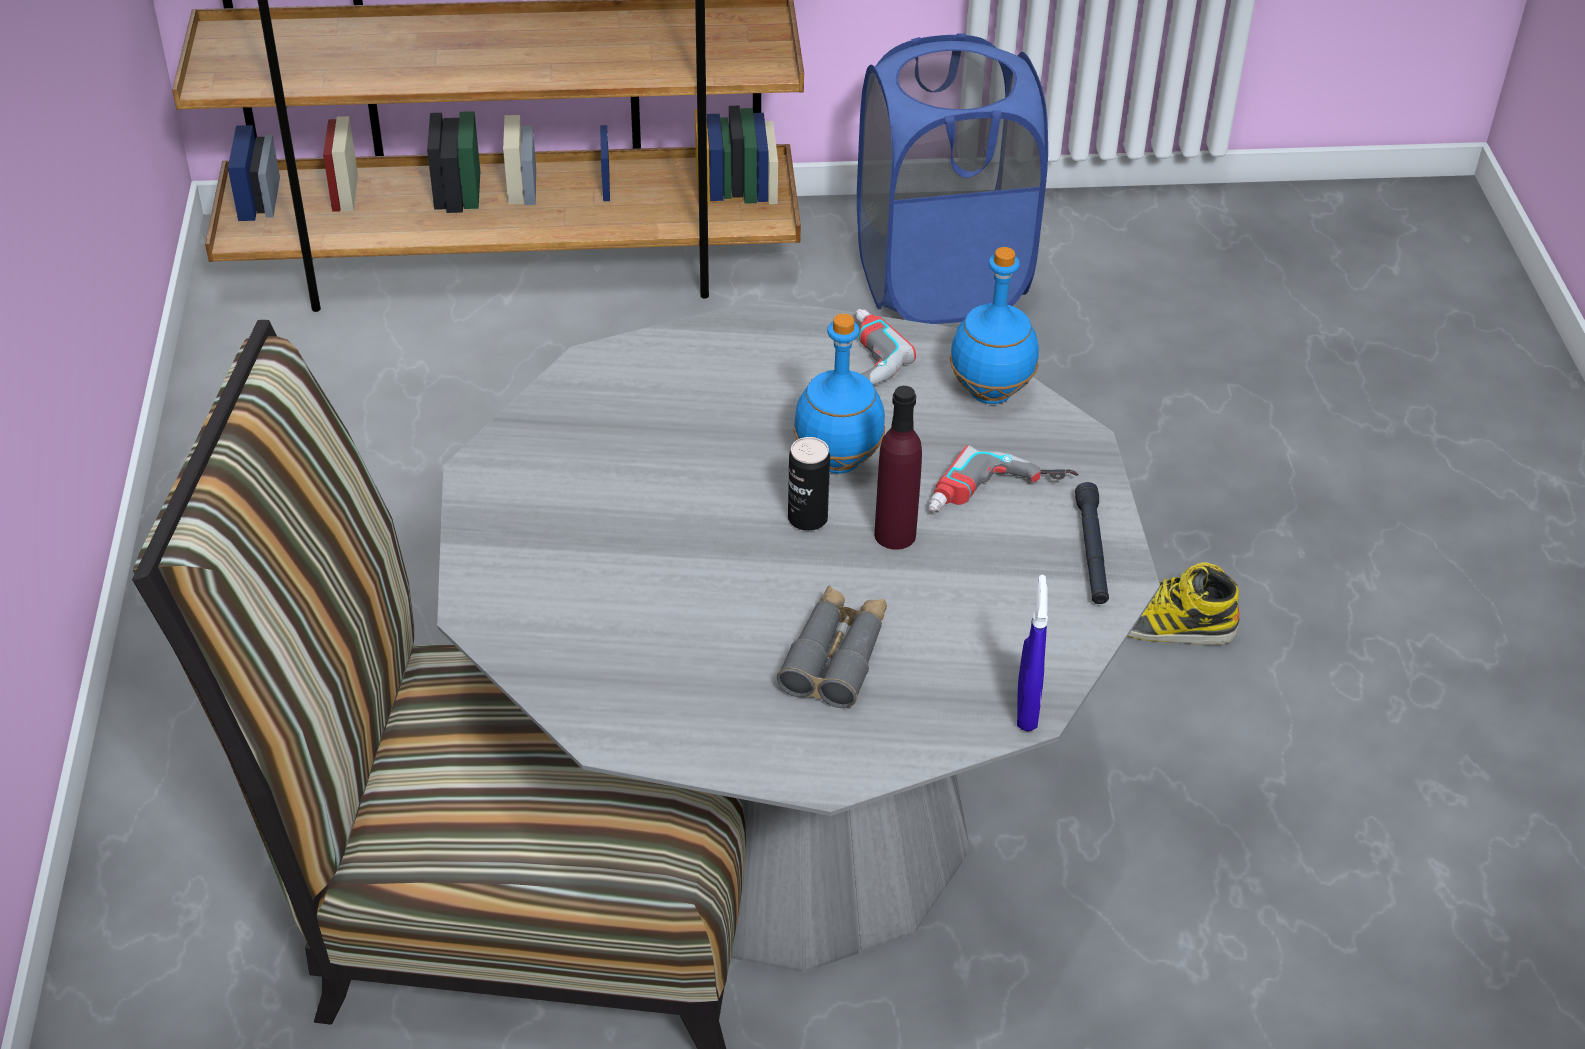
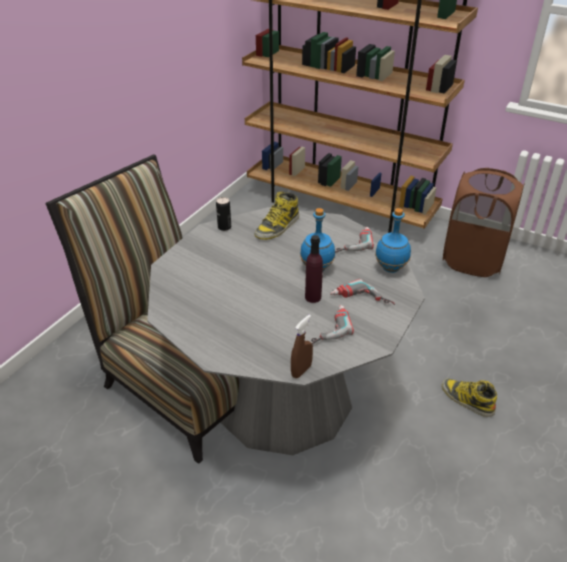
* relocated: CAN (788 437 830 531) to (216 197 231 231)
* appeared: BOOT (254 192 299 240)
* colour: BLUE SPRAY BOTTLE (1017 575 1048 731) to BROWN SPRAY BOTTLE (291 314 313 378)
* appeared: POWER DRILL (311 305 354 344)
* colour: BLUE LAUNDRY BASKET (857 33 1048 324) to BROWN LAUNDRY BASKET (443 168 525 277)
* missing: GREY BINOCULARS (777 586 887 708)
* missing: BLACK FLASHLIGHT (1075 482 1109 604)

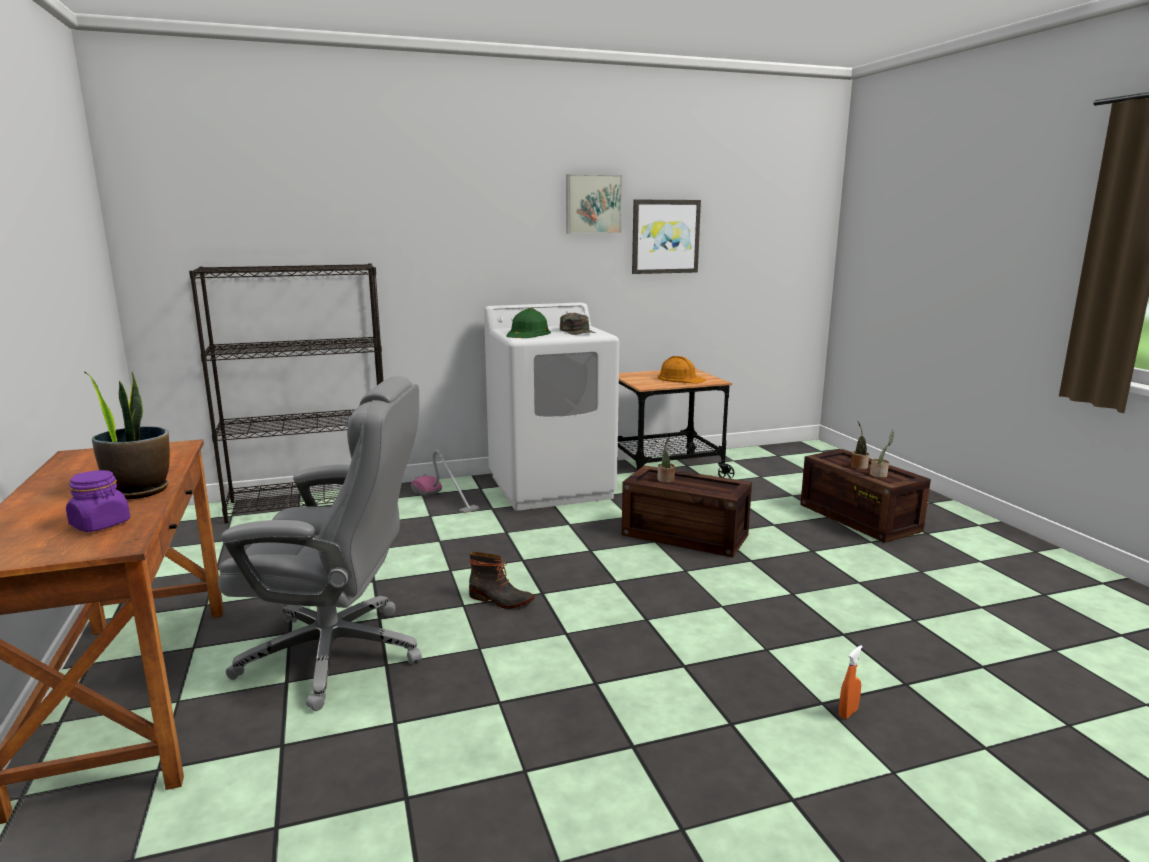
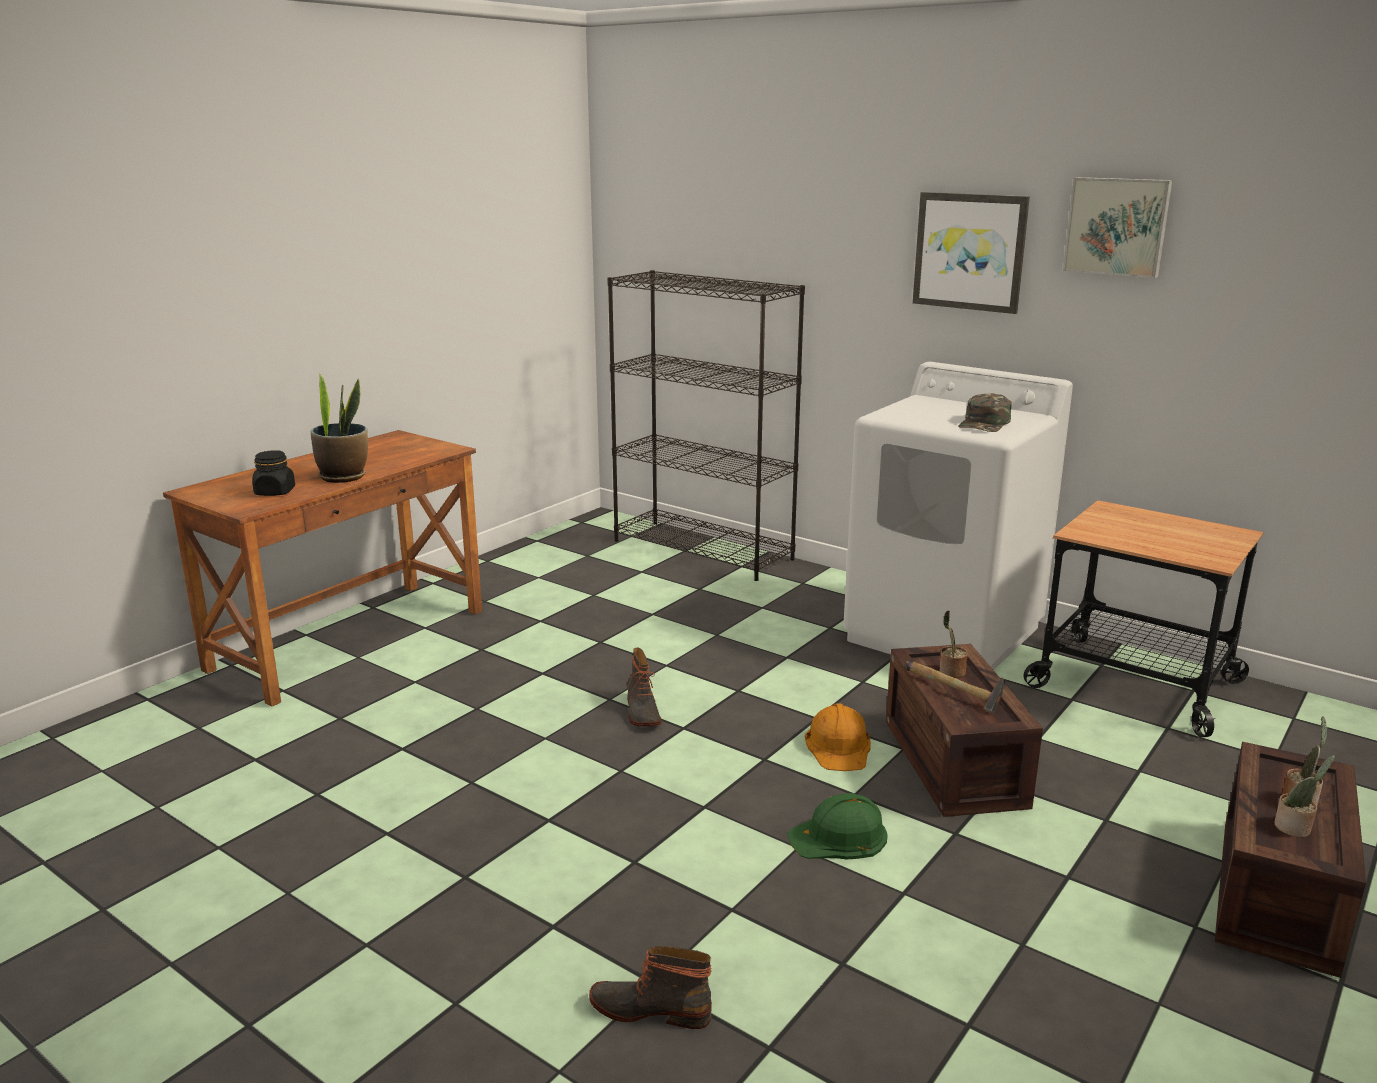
* colour: PURPLE JAR (66 470 130 532) to BLACK JAR (252 450 295 496)
* exchanged: ORANGE SPRAY BOTTLE (839 645 863 719) to BOOT (589 946 712 1029)
* relocated: GREEN HARD HAT (506 308 551 338) to (787 793 888 860)
* relocated: ORANGE HARD HAT (658 356 706 383) to (805 703 871 771)
* appeared: HAMMER (904 659 1005 713)
* relocated: PICTURE (632 200 701 274) to (913 192 1030 314)
* missing: GREY OFFICE CHAIR (218 376 422 711)
* missing: VACUUM CLEANER (411 450 479 513)

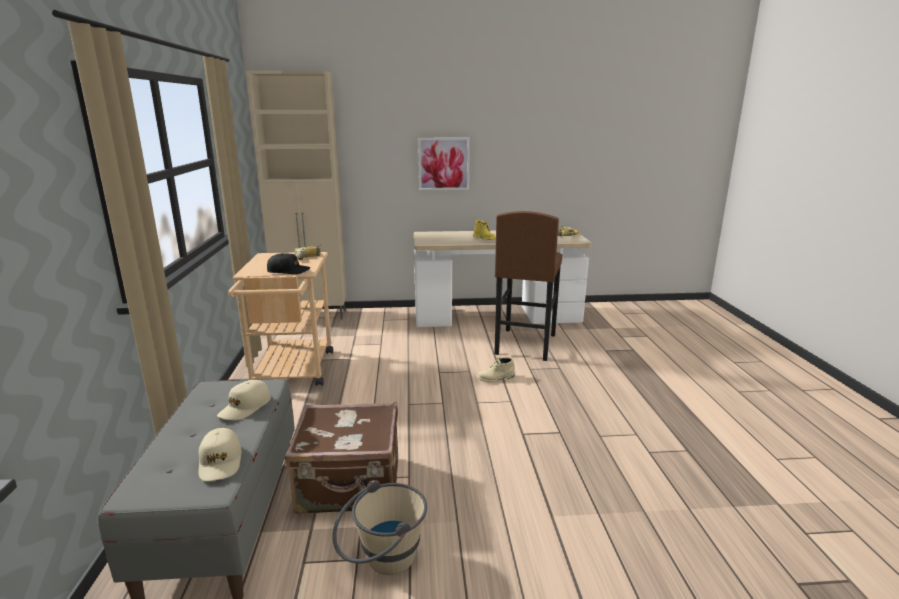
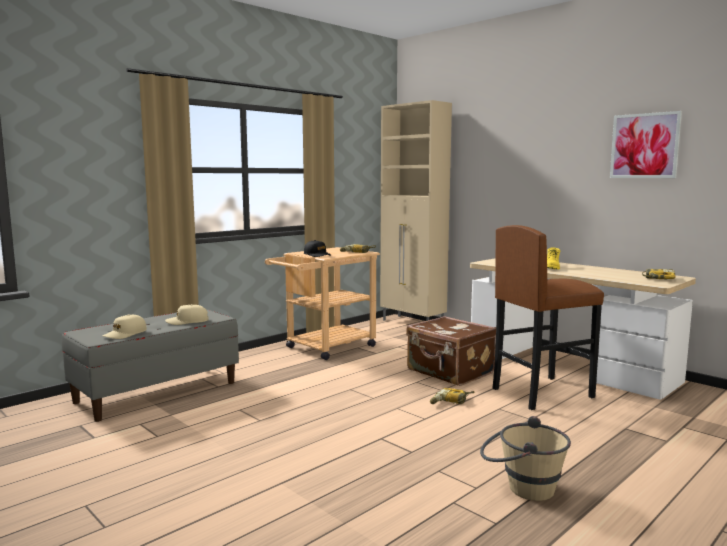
* relocated: BROWN SUITCASE (285 402 398 514) to (406 316 496 386)
* exchanged: BEIGE BOOT (477 357 515 383) to POWER DRILL (430 388 474 404)
* relocated: BEIGE BUCKET (333 480 427 575) to (480 416 571 501)
* relocated: PICTURE (418 138 470 190) to (610 111 682 178)

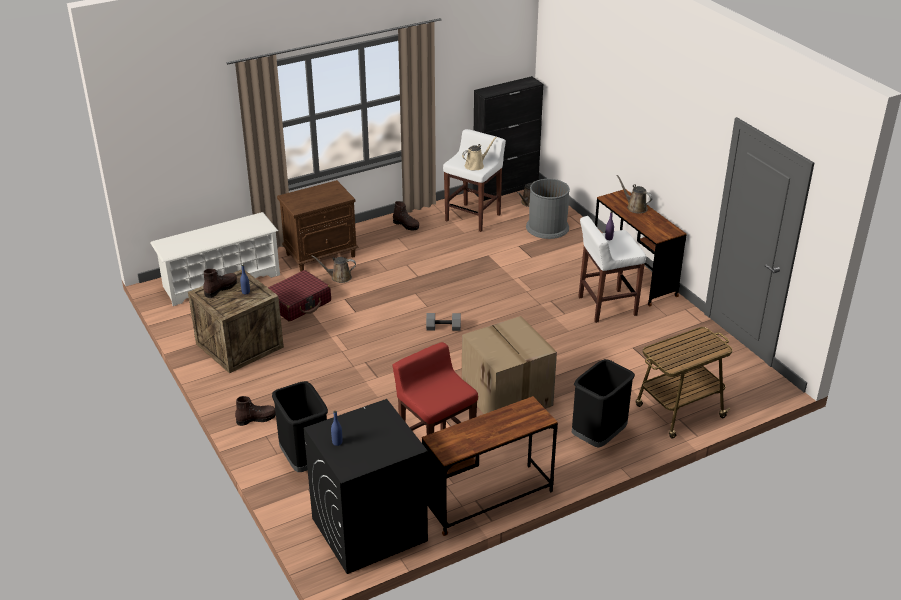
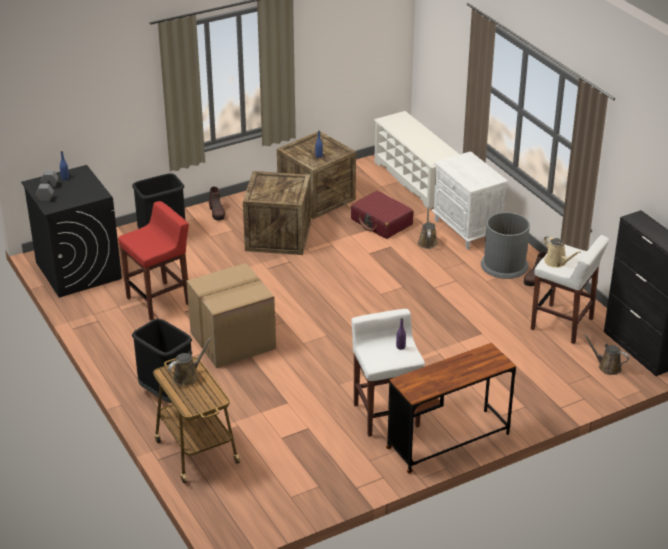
* relocated: GREY DUMBBELL (426 313 461 331) to (35 170 59 202)
* relocated: BROWN WATERING CAN (617 175 652 213) to (168 337 212 386)
* appeared: CRATE (243 171 311 255)
* colour: BROWN NIGHTSTAND (277 180 359 272) to WHITE NIGHTSTAND (432 151 508 249)
* relocated: GREY TRASH CAN (526 179 570 239) to (481 212 530 279)
* missing: BROWN BOOT (203 269 237 298)
* missing: BROWN DESK (422 396 558 536)

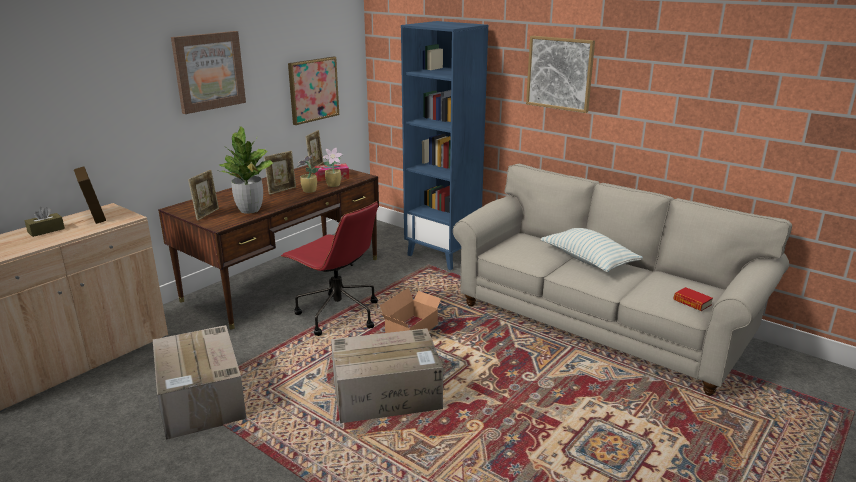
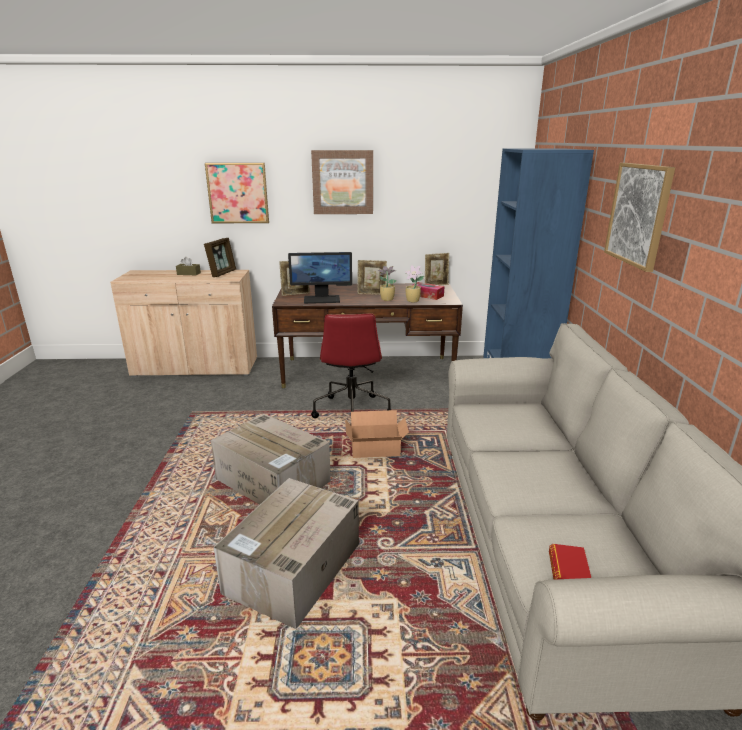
* relocated: PICTURE (288 57 339 125) to (205 163 269 223)
* relocated: CARDBOARD BOX (153 325 247 440) to (214 478 359 629)
* exchanged: POTTED PLANT (218 126 273 214) to MONITOR (288 252 352 304)
* missing: PILLOW (541 228 643 272)

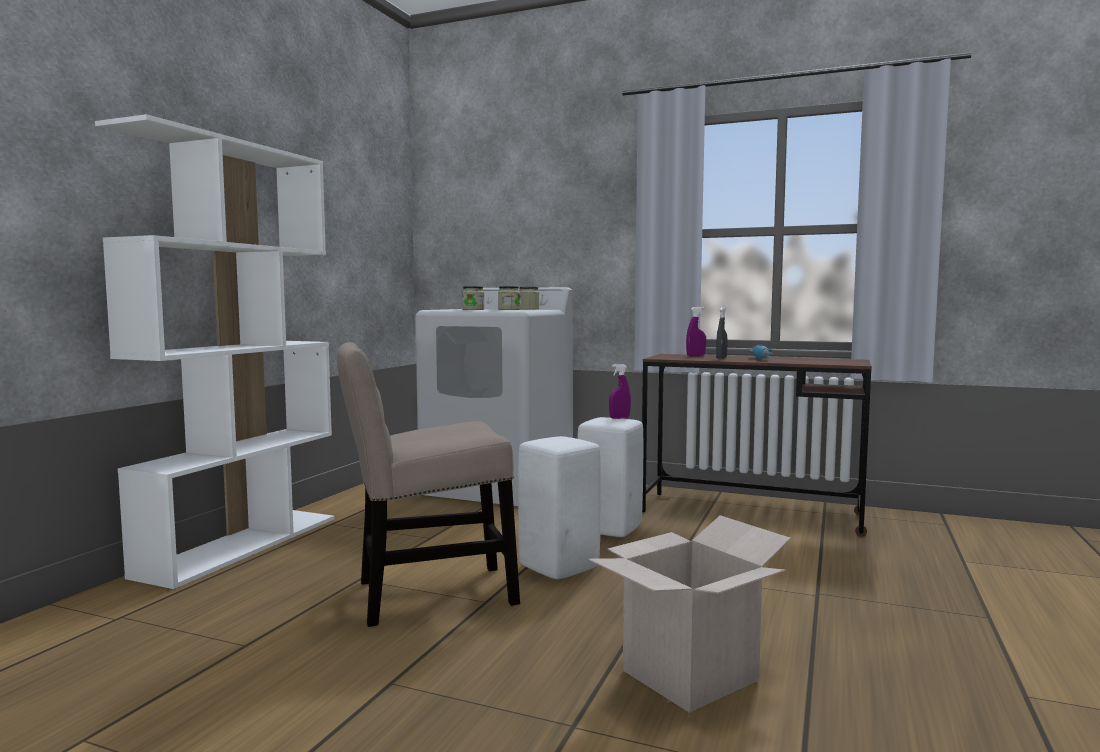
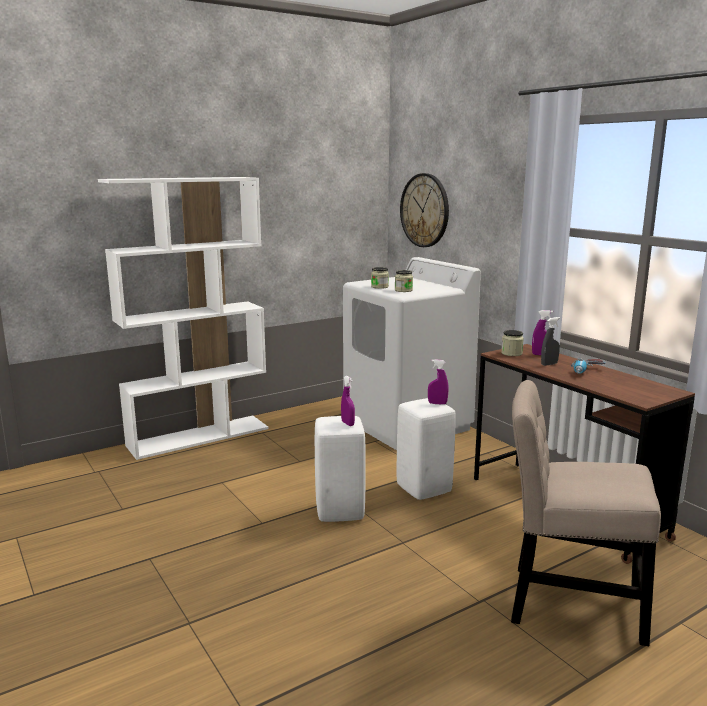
* appeared: PURPLE SPRAY BOTTLE (341 376 355 426)
* appeared: WALL CLOCK (400 173 449 247)
* relocated: JAR (519 287 539 310) to (501 330 524 356)
* relocated: BEIGE CHAIR (337 342 520 627) to (511 380 661 646)
* missing: CARDBOARD BOX (588 515 791 713)

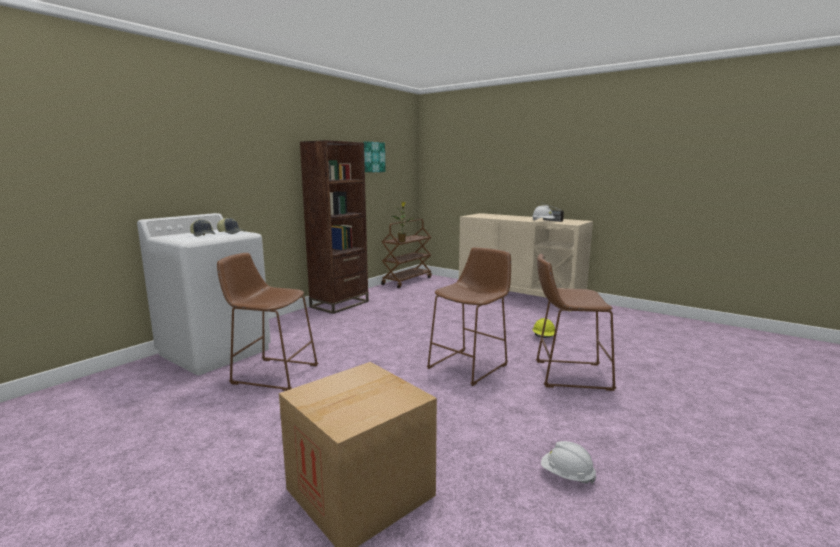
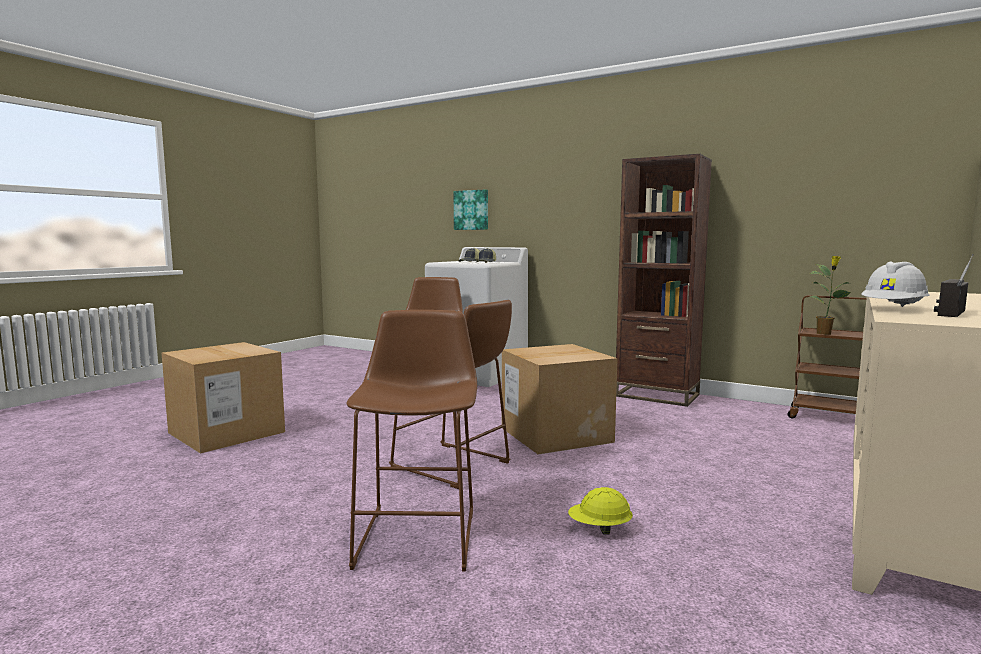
* relocated: PICTURE (363 141 385 172) to (454 189 488 230)
* appeared: CARDBOARD BOX (502 344 618 455)
* missing: WHITE HARD HAT (541 441 596 484)

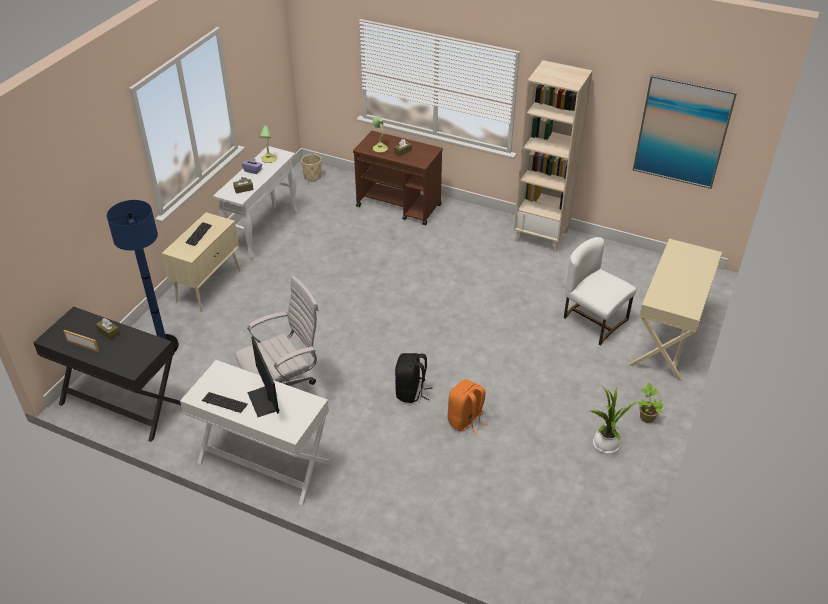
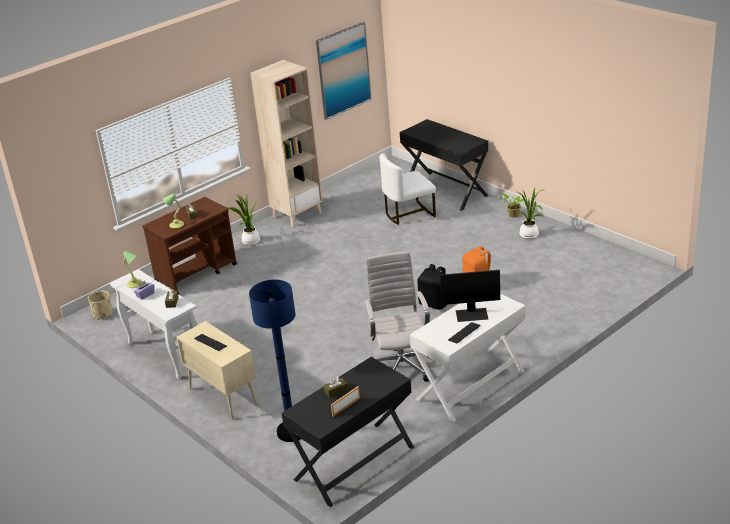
* appeared: POTTED PLANT (227 194 260 245)
* colour: BEIGE DESK (629 239 722 381) to BLACK DESK (400 119 488 211)

